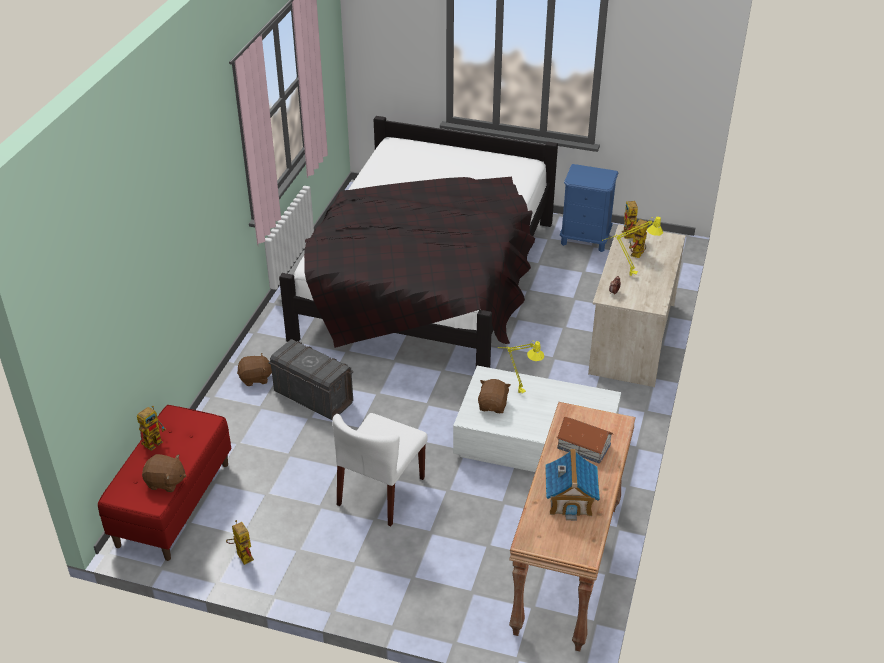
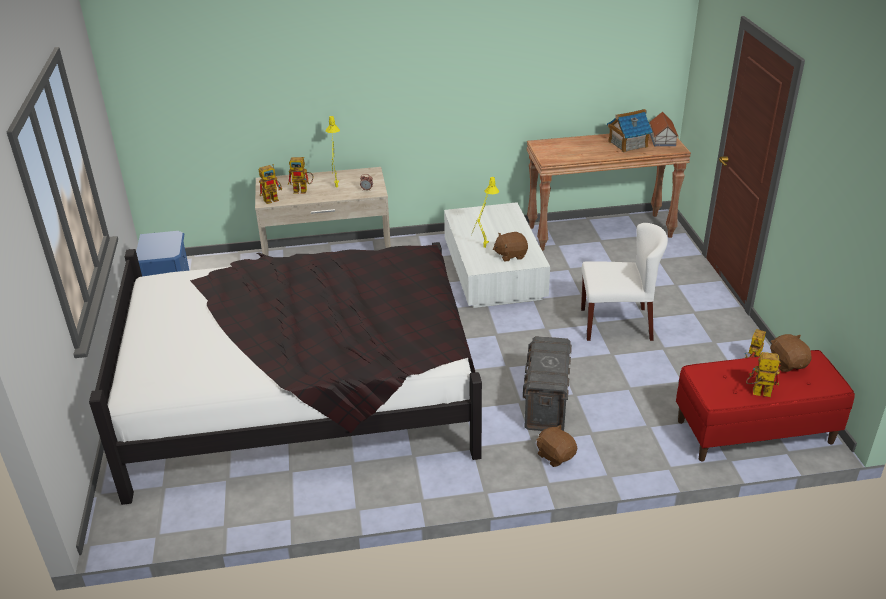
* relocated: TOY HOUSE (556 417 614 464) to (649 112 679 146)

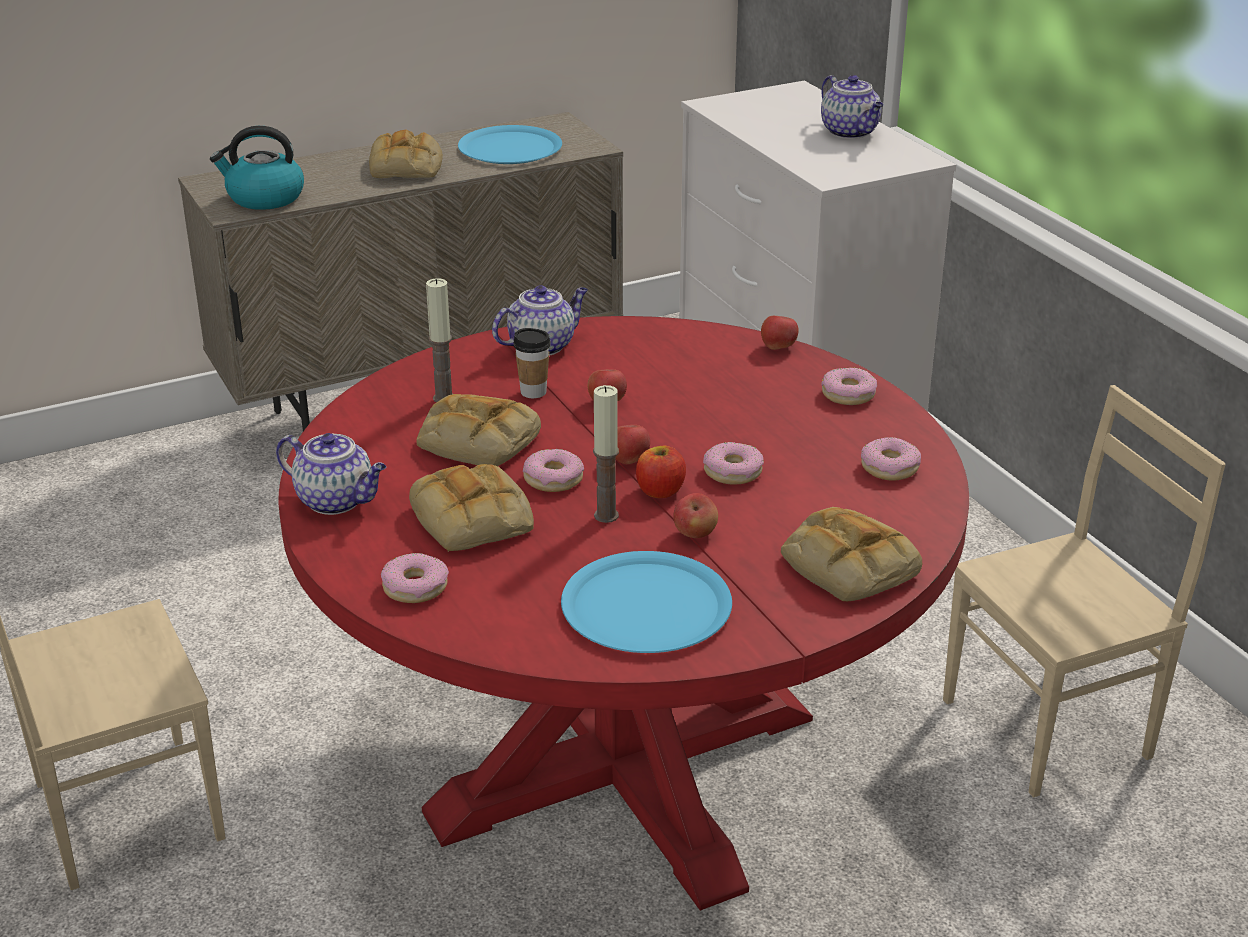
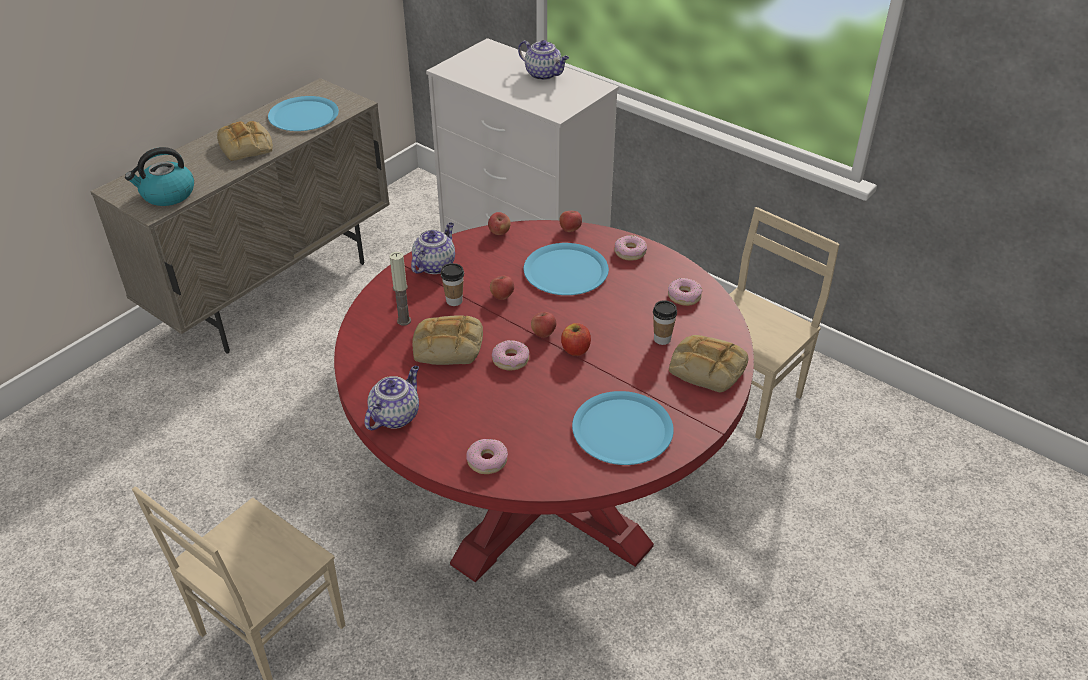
* spun: TEAPOT (276 433 386 515) = (365 366 419 430) 60 degrees counterclockwise
* relocated: APPLE (673 493 718 538) to (488 212 511 235)
* appeared: BLUE PLATE (524 243 609 295)
* appeared: CUP (653 300 677 345)
* missing: BREAD (409 464 534 552)
* missing: CANDLE (593 385 619 523)
* missing: DONUT (703 442 764 484)

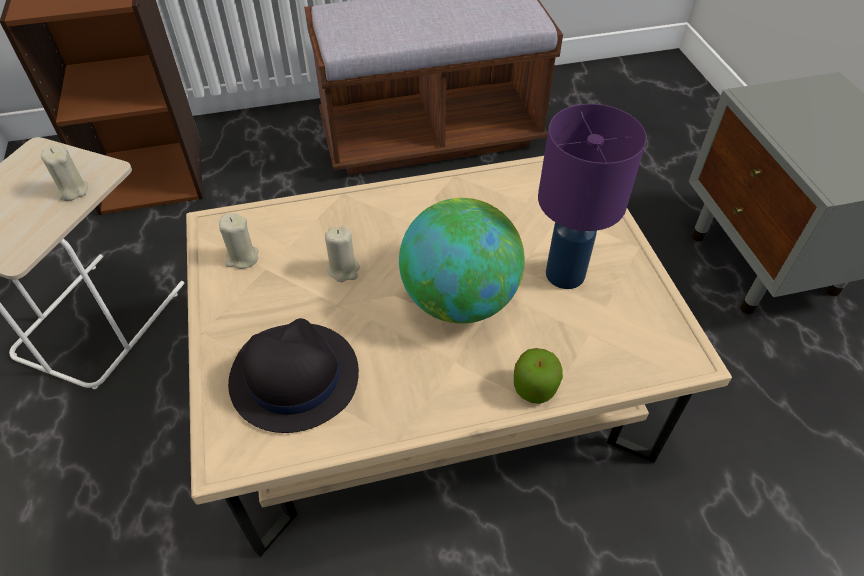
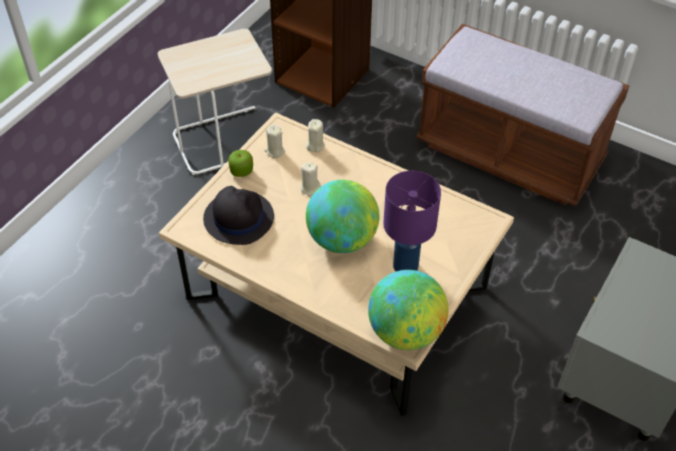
* relocated: APPLE (514 348 563 404) to (228 150 253 177)
* relocated: BEIGE CANDLE (41 144 88 201) to (306 119 325 152)
* appeared: GLOBE (368 270 449 350)

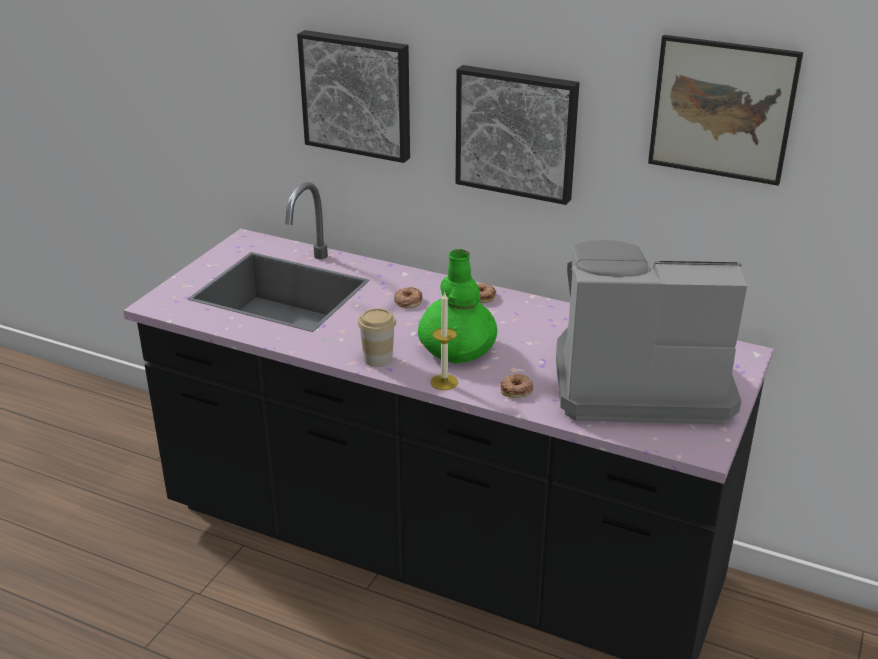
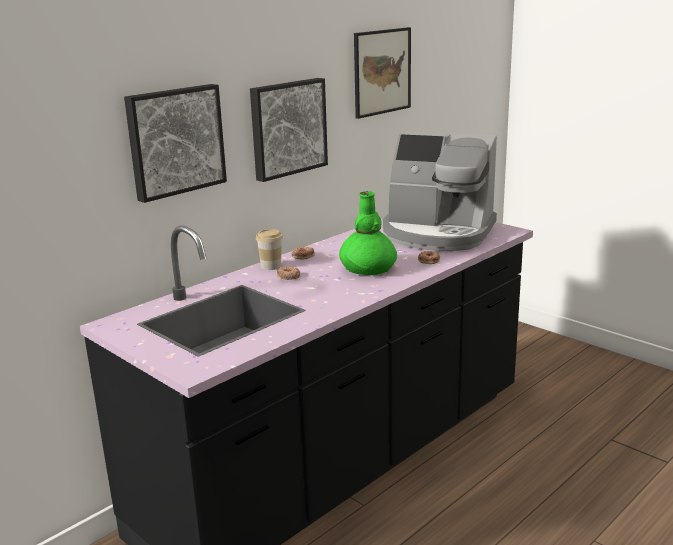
* relocated: CUP (358 308 396 367) to (256 229 283 270)
* spun: COFFEE MACHINE (556 240 747 424) = (383 132 497 251) 90 degrees counterclockwise
* missing: CANDLE (431 292 458 390)

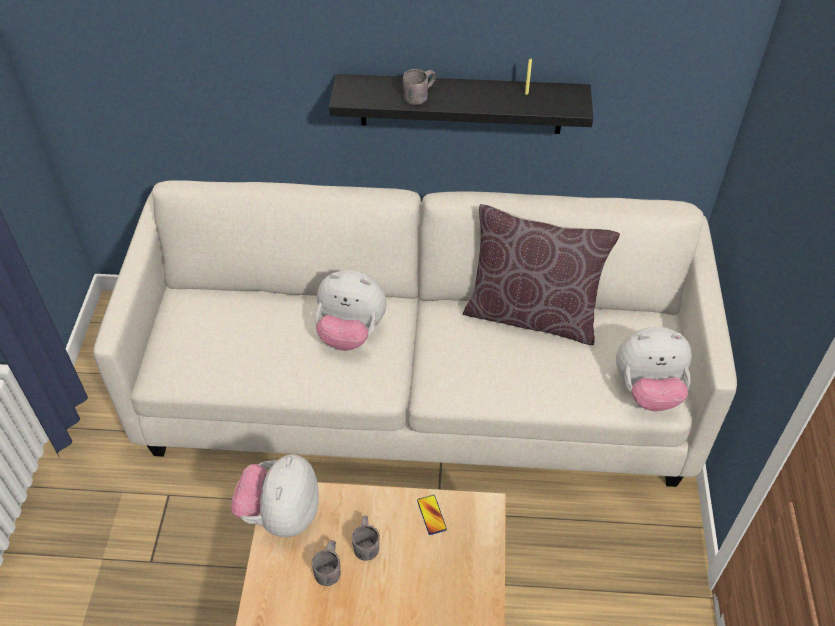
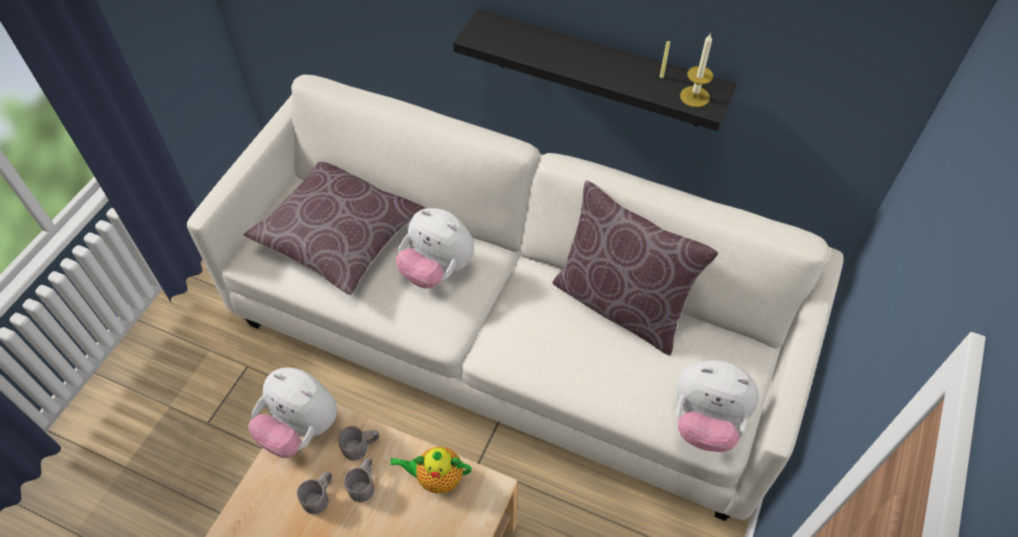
* appeared: BROWN PILLOW (243 162 426 295)
* spun: PLUSH TOY (230 454 319 537) = (249 368 337 458) 90 degrees counterclockwise
* relocated: GREY MUG (403 69 436 105) to (338 426 379 460)
* exchanged: PHONE (417 495 447 535) to TEAPOT (390 447 472 494)
* appeared: CANDLE (680 34 713 107)

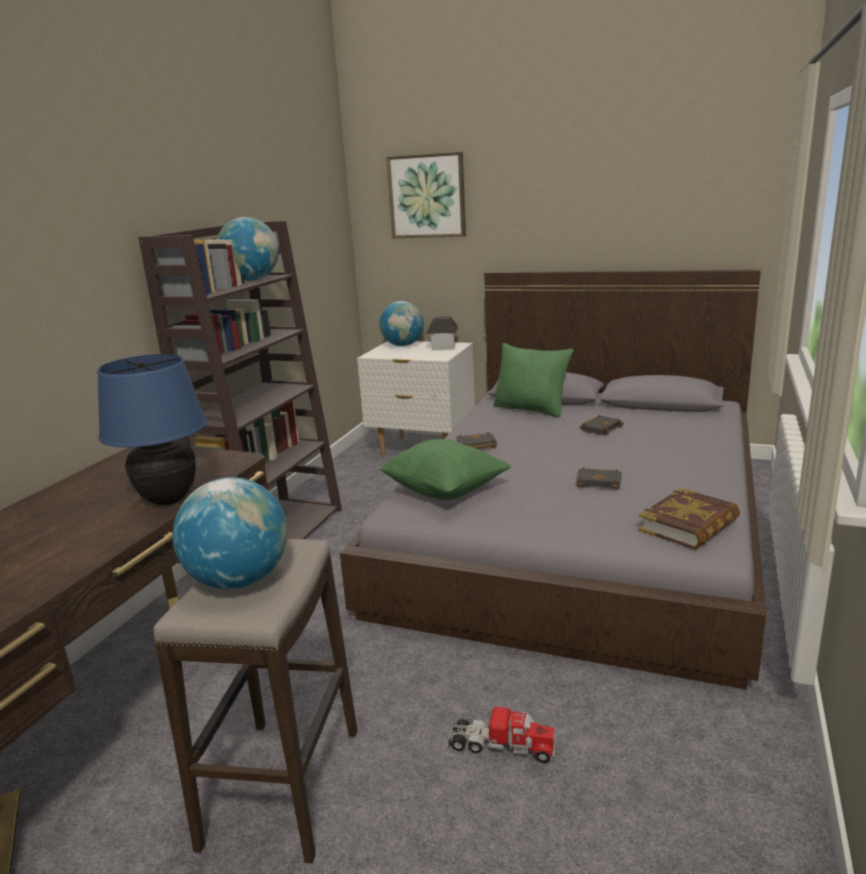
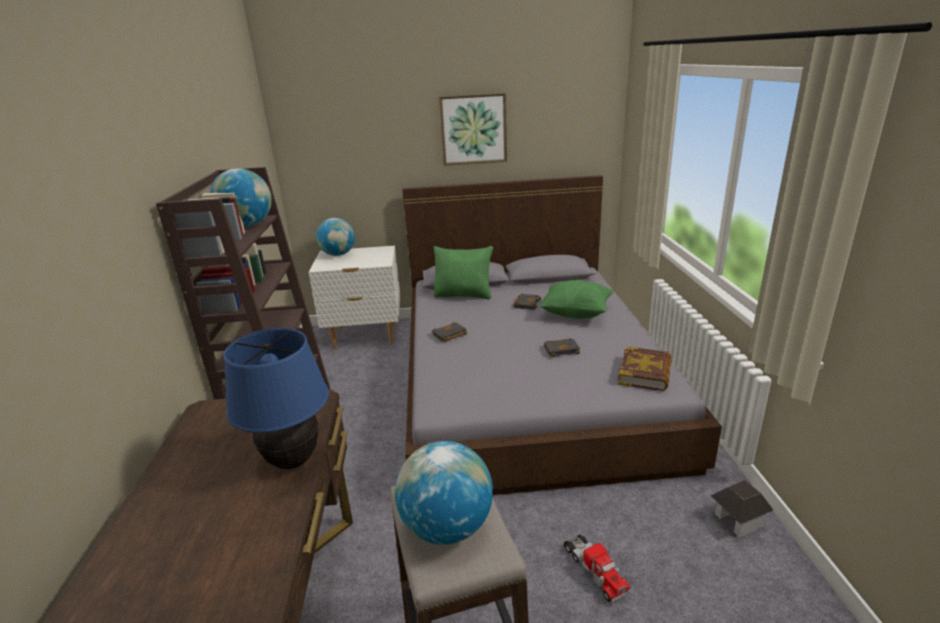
* relocated: PICTURE (386 152 466 238) to (439 93 507 166)
* relocated: GREEN PILLOW (379 439 511 500) to (539 280 613 319)
* spun: TOY TRUCK (448 702 556 763) = (564 534 631 603) 75 degrees clockwise
* relocated: TOY HOUSE (426 316 459 350) to (711 480 773 537)

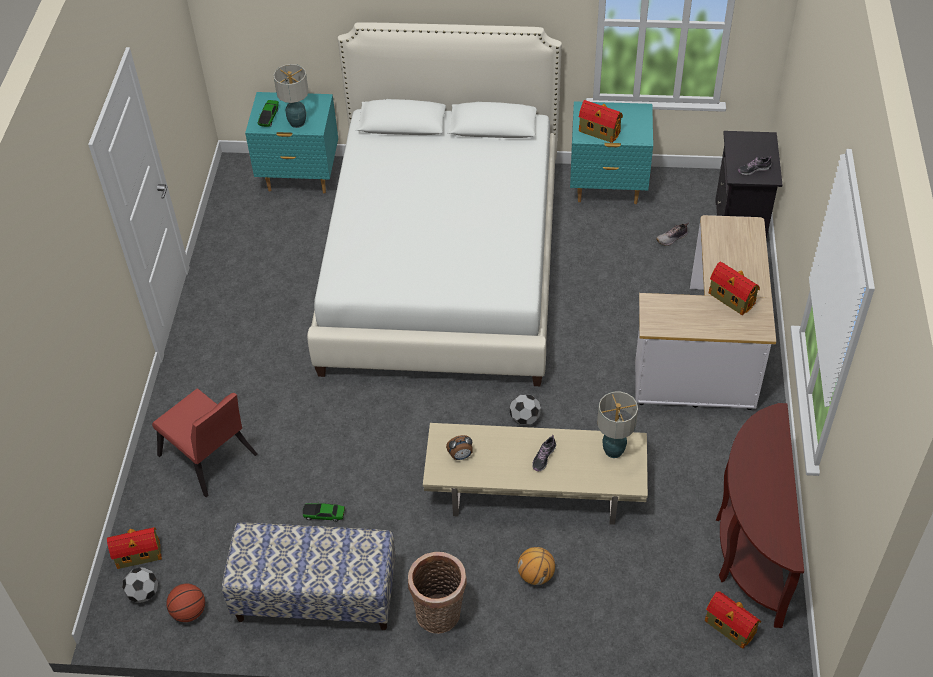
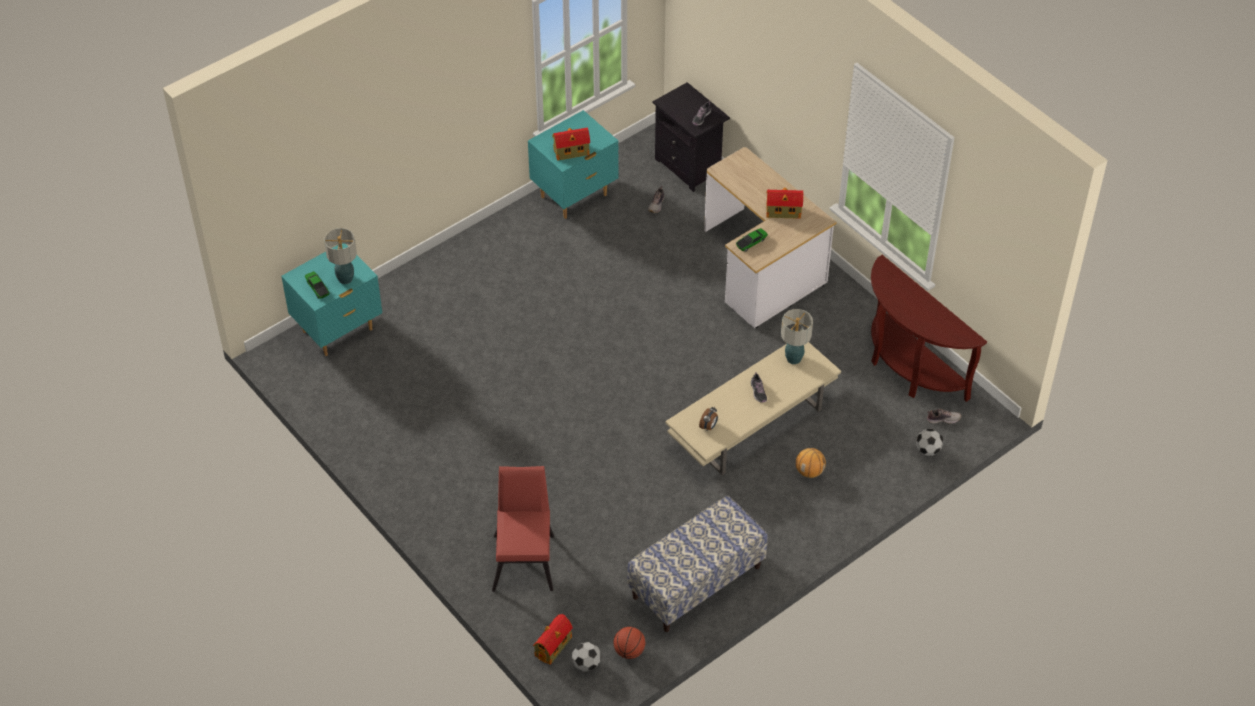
* spun: RED CHAIR (152 388 257 497) = (492 466 554 592) 90 degrees counterclockwise
* relocated: TOY CAR (303 503 345 522) to (736 228 768 252)
* relocated: FOOTBALL (510 395 541 425) to (916 429 944 456)
* exchanged: TOY HOUSE (705 591 761 649) to SHOE (927 409 961 424)
* missing: WHITE BED (307 22 562 386)
* missing: BASKET (408 552 467 634)

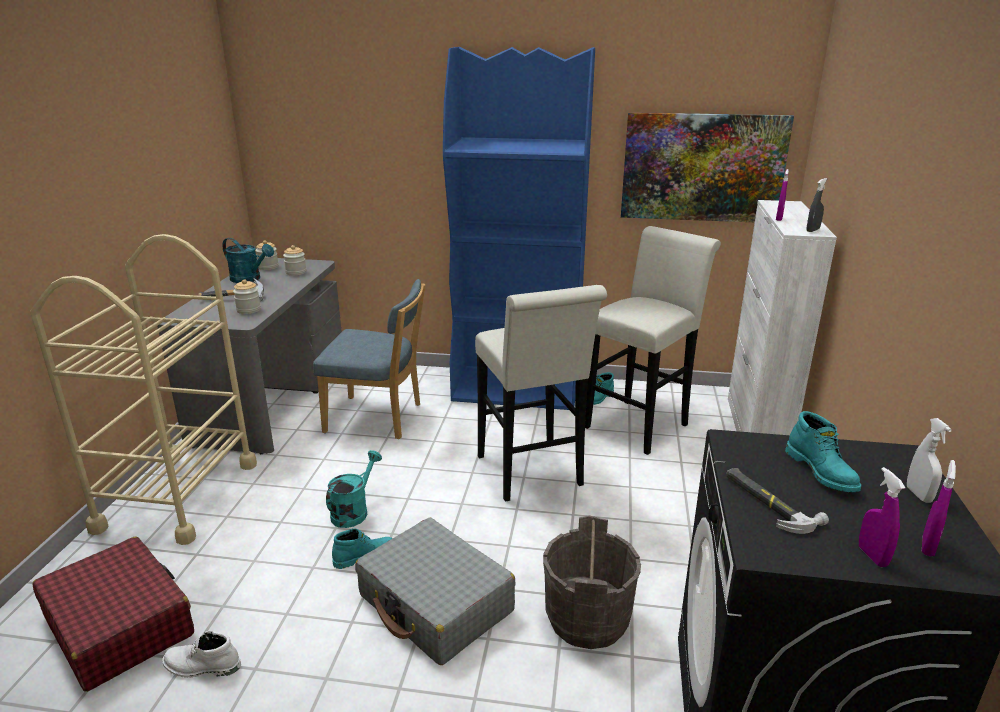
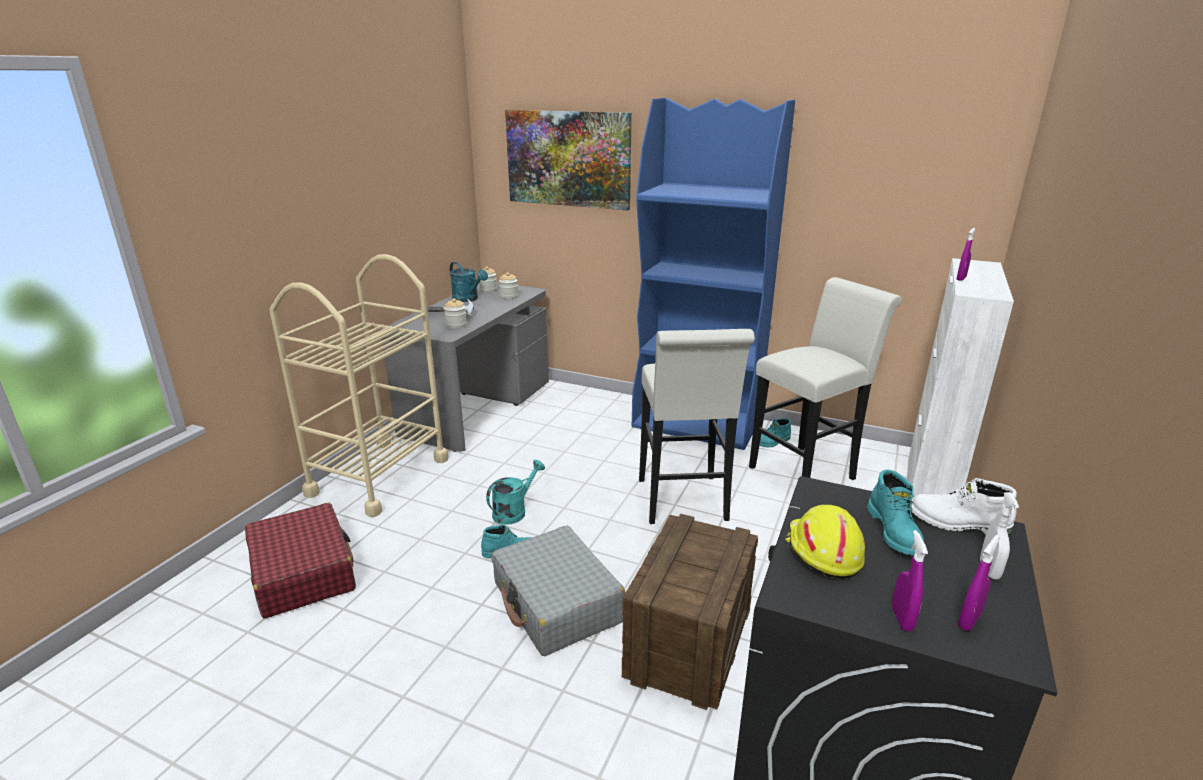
* relocated: PICTURE (621 112 794 222) to (505 110 632 210)
* exchanged: GREY BUCKET (543 515 641 649) to CRATE (622 514 758 710)
* exchanged: HAMMER (726 468 829 534) to YELLOW HARD HAT (785 505 865 579)
* relocated: WHITE BOOT (162 631 241 678) to (911 478 1017 535)
* missing: BLUE CHAIR (313 279 425 439)
* missing: GREY SPRAY BOTTLE (806 178 827 232)

